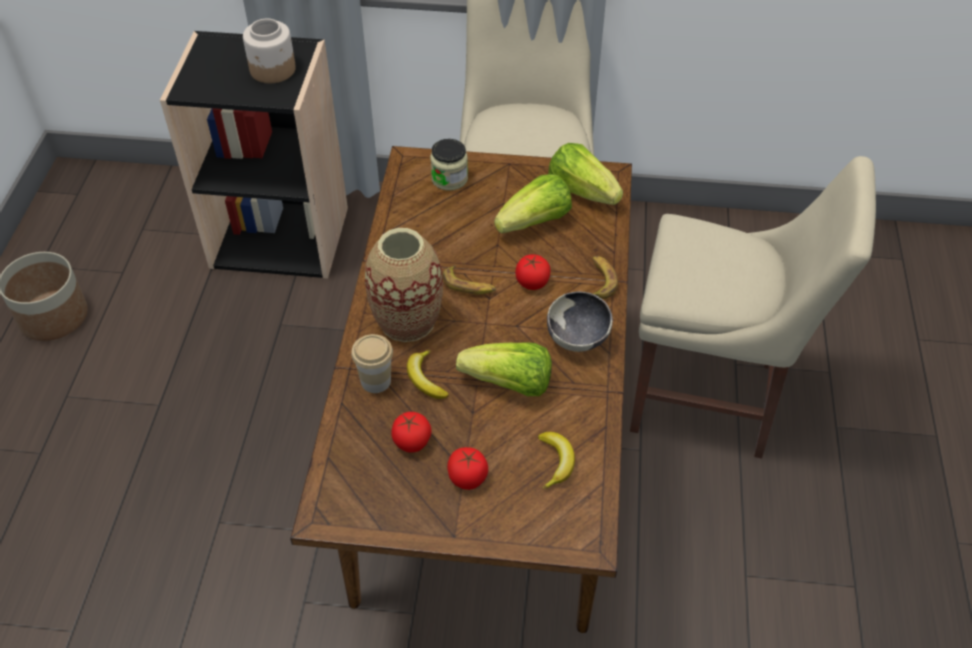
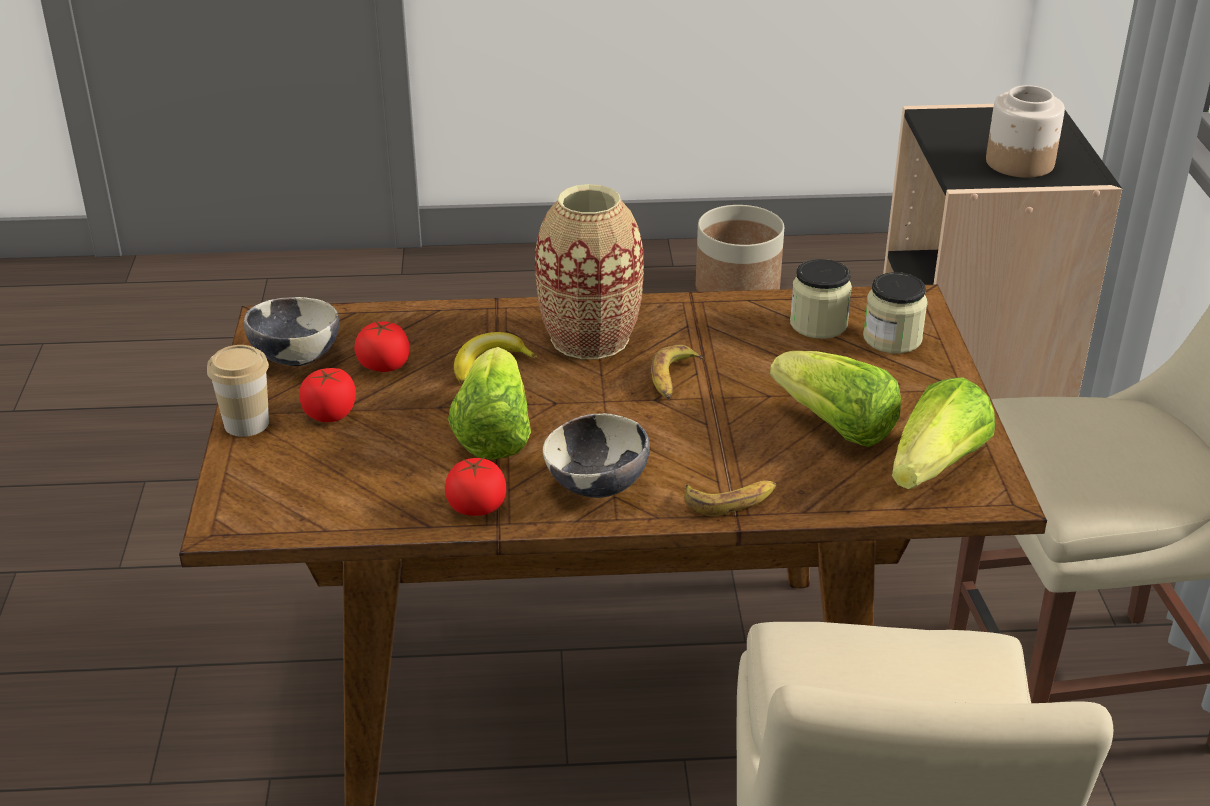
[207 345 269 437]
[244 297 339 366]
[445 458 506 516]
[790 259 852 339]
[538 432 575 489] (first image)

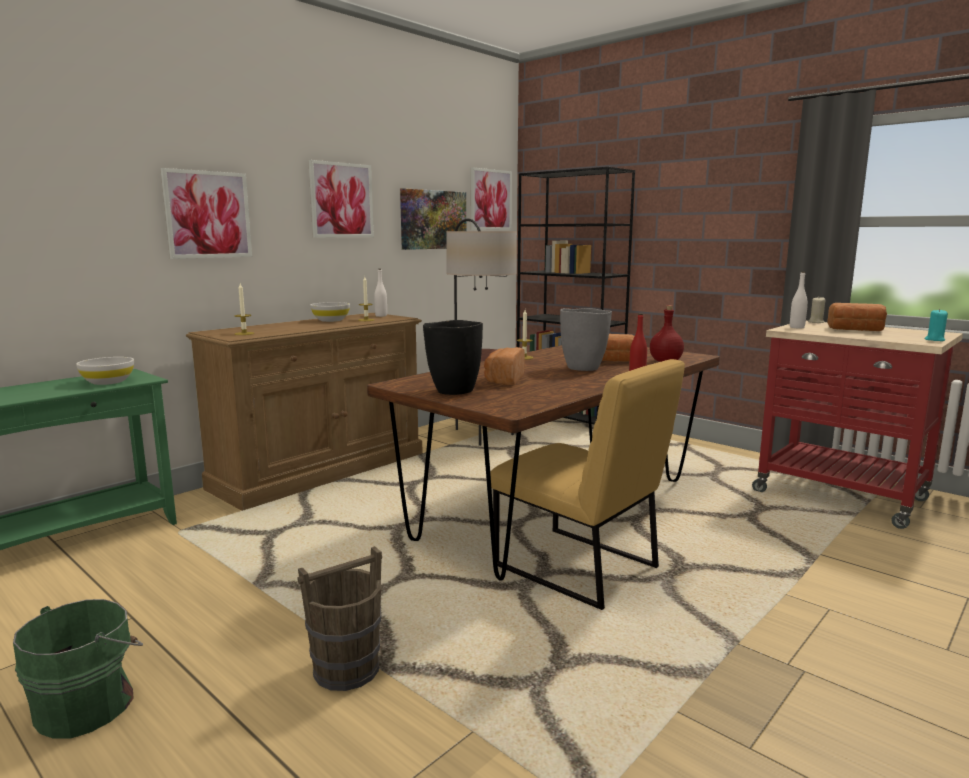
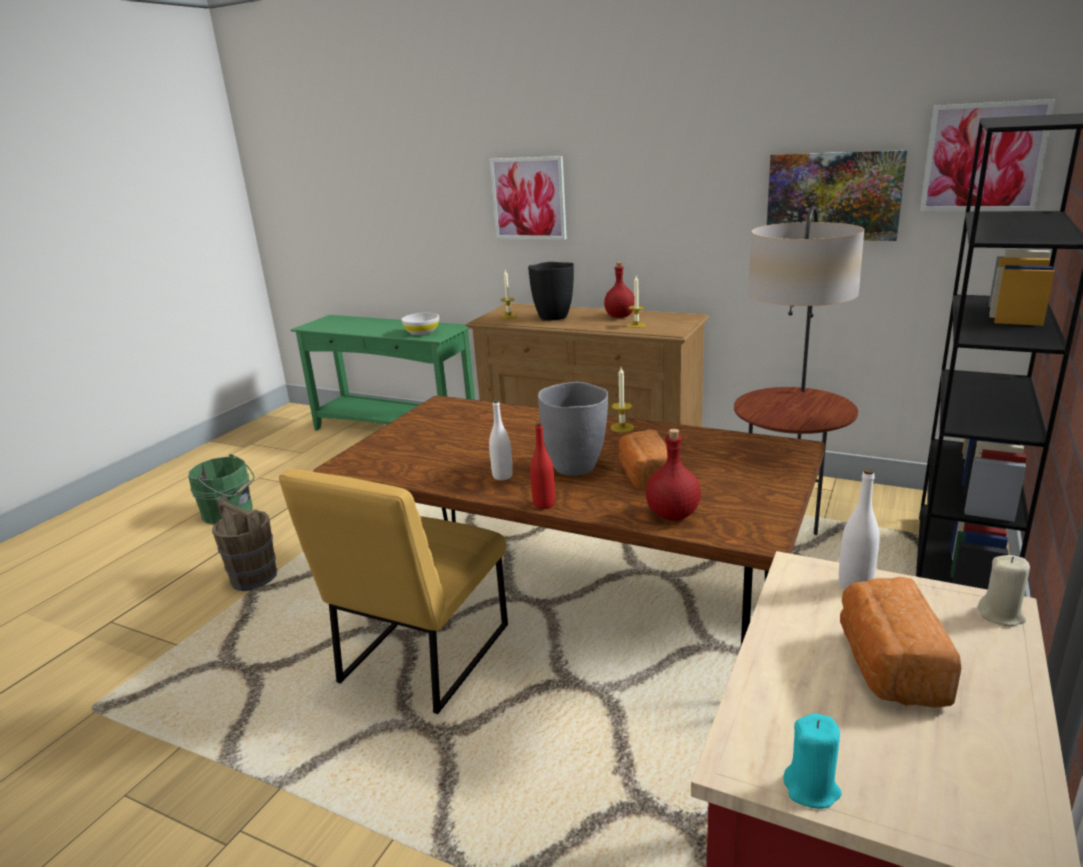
[489 400 513 480]
[528 262 574 320]
[604 262 635 318]
[308 160 374 237] (first image)
[484 347 525 385] (first image)

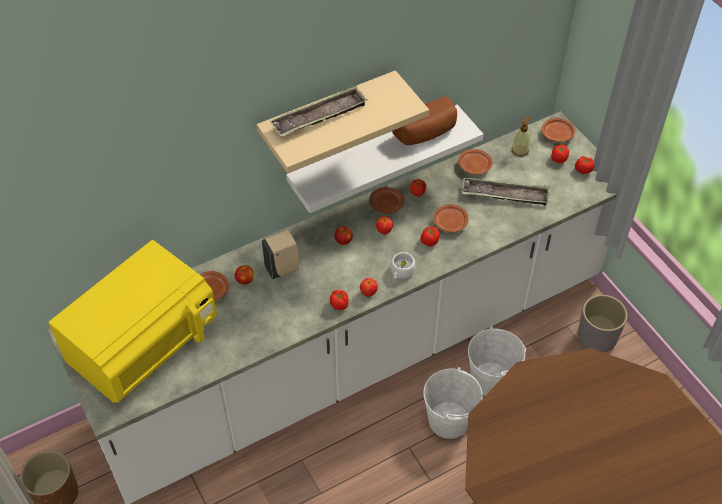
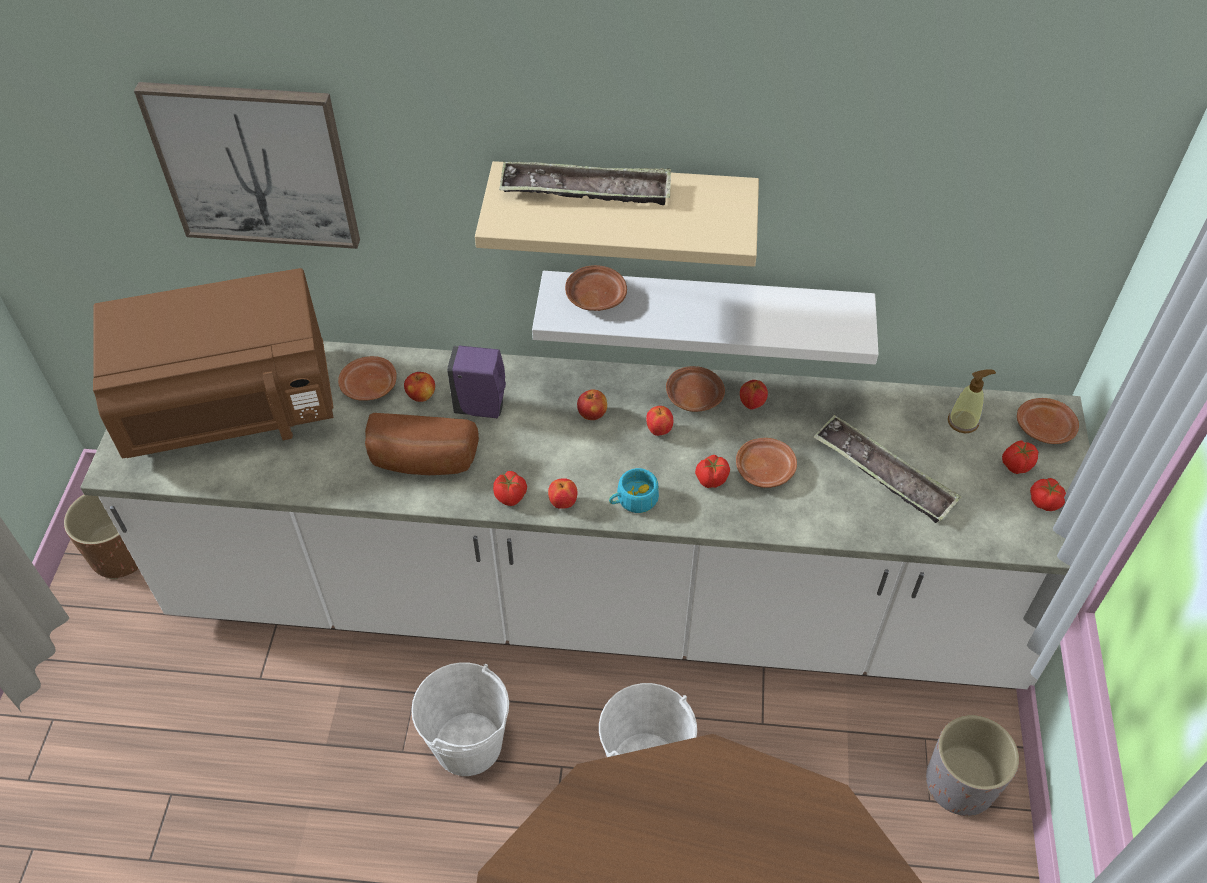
[93 268 334 458]
[134 82 360 249]
[365 413 479 475]
[411 663 509 776]
[447 345 506 418]
[565 265 627 311]
[609 468 659 513]

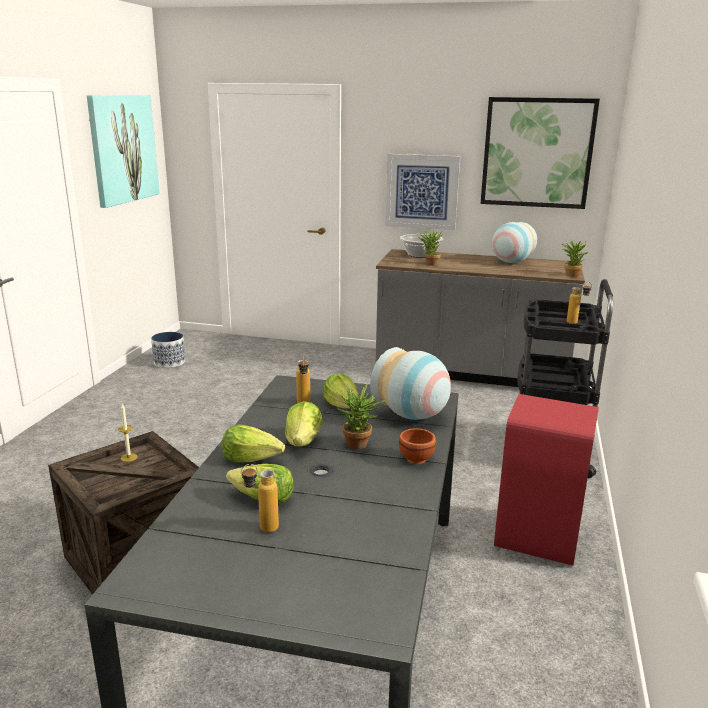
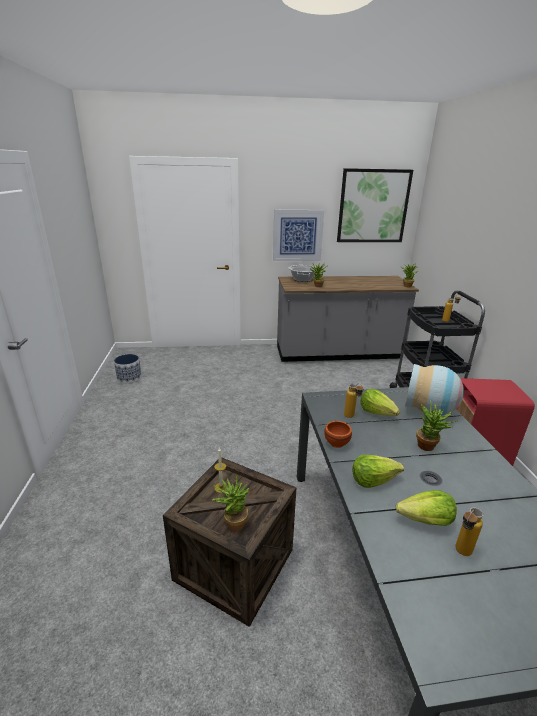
[212 475 249 531]
[324 421 352 448]
[87 95 160 208] (first image)
[285 401 322 447] (first image)
[492 222 537 263] (first image)

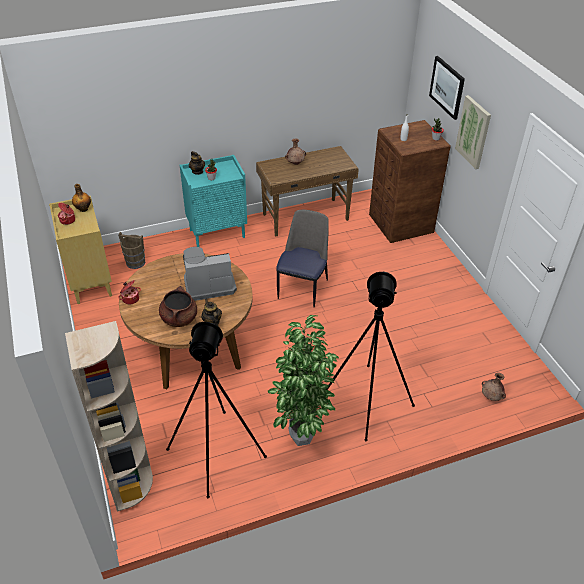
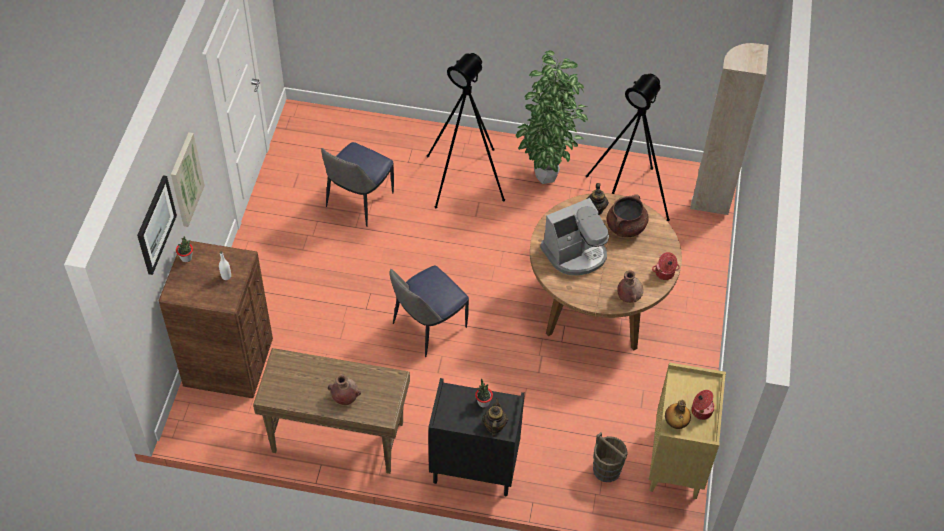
[321 142 394 227]
[428 378 525 497]
[540 198 609 275]
[617 271 643 303]

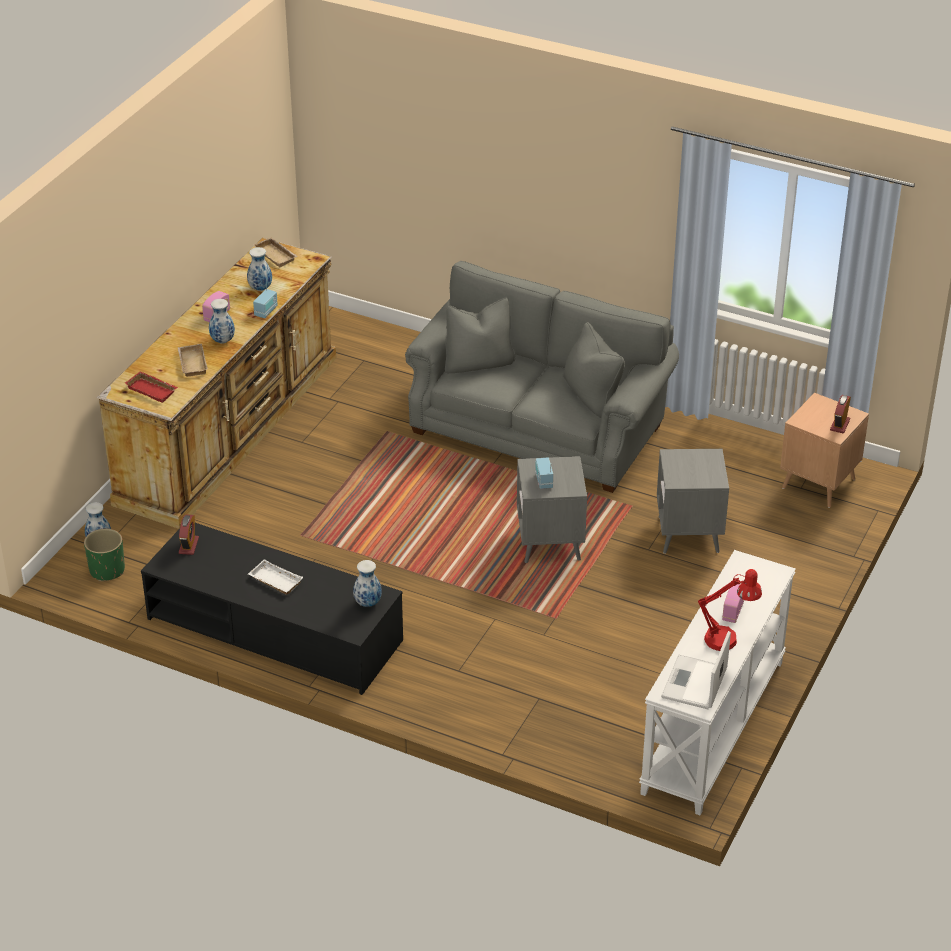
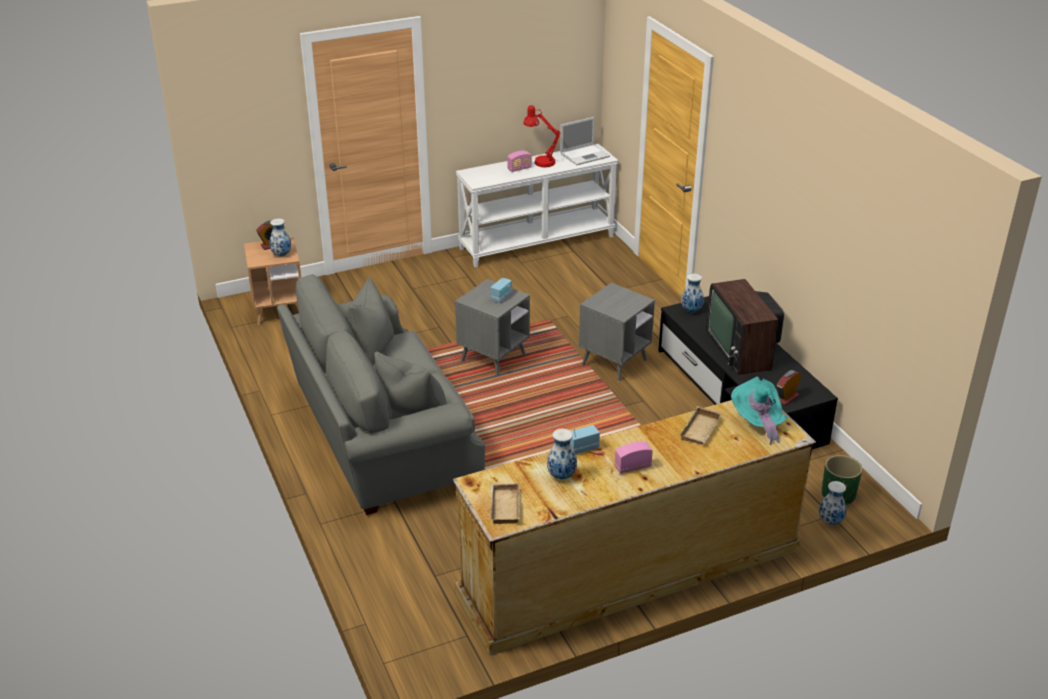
[269 218 291 257]
[579 283 655 382]
[706 279 784 376]
[731 377 787 445]

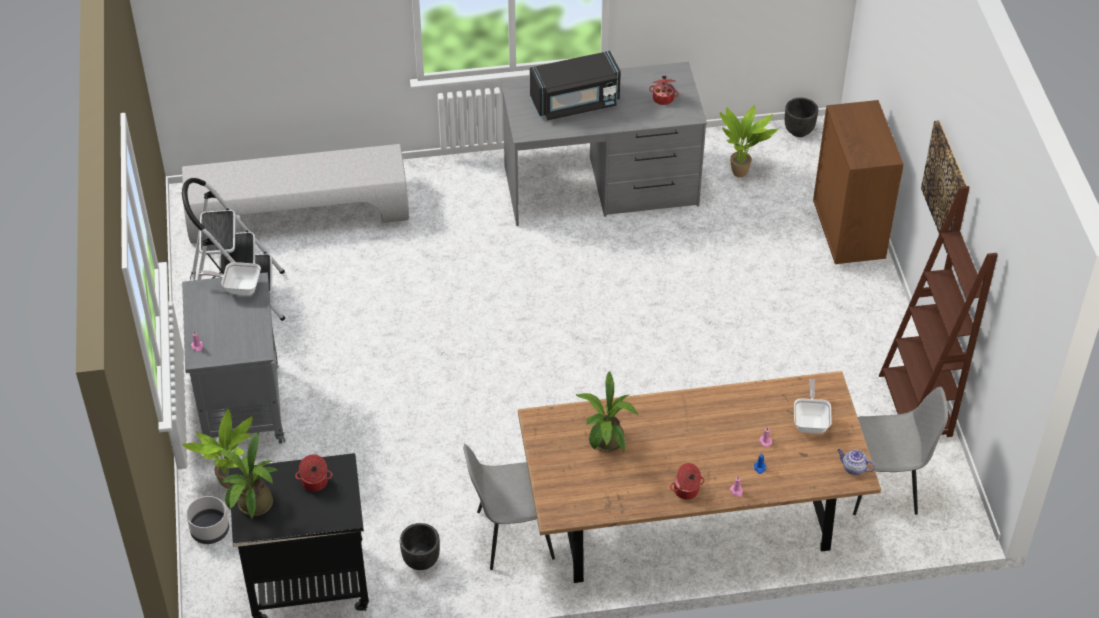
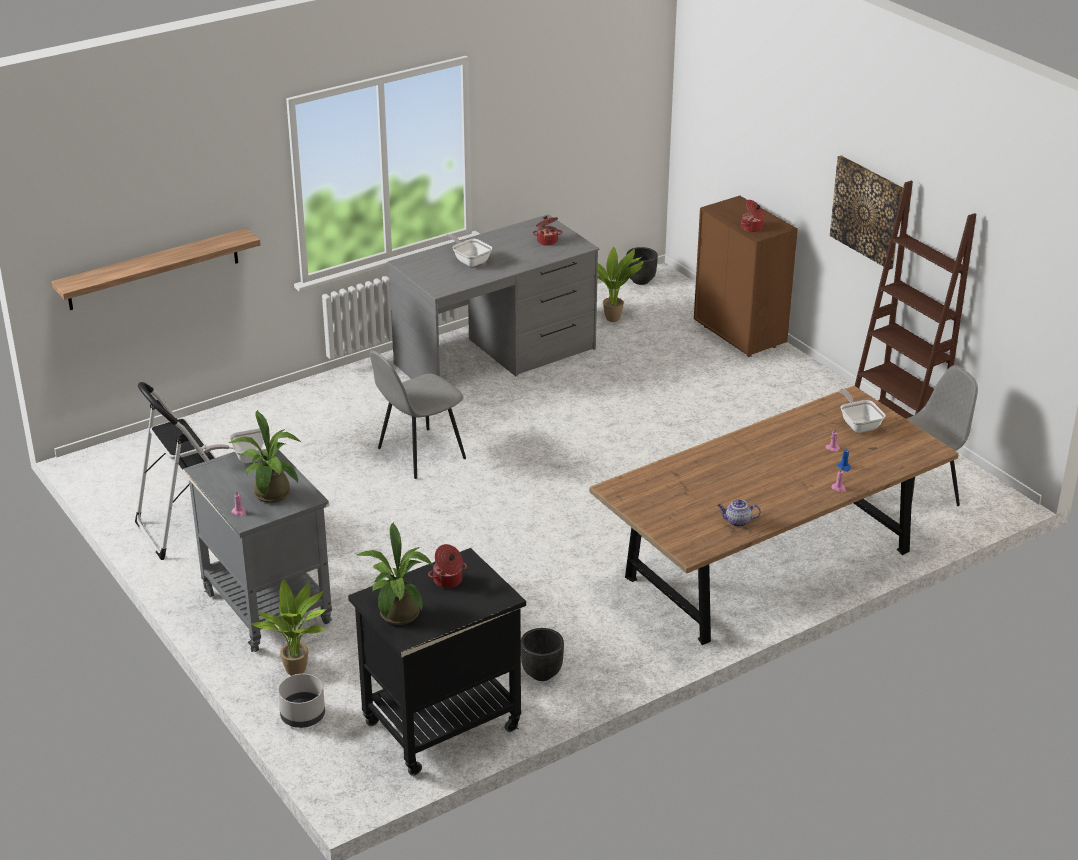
[52 228 261 310]
[228 410 302 503]
[370 350 466 479]
[445 234 492 267]
[718 499 761 527]
[741 200 764 232]
[182 144 409 243] (first image)

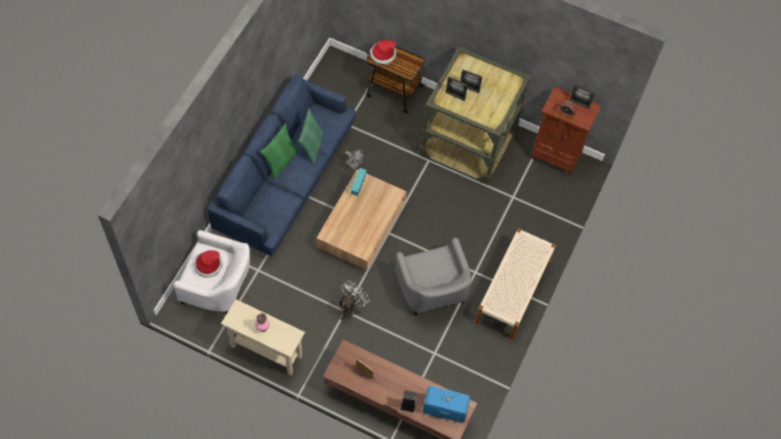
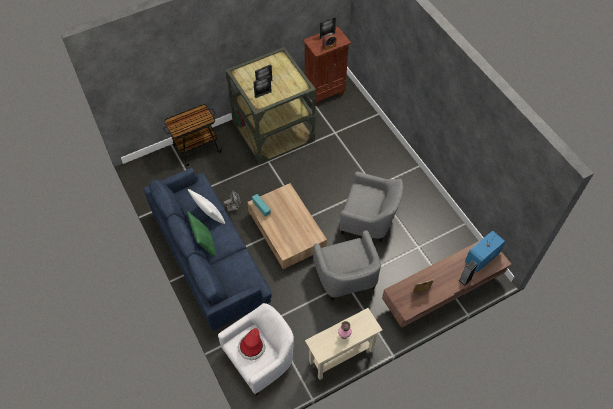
[188 189 225 224]
[313 230 381 301]
[370 40 396 65] (first image)
[475 228 556 341] (first image)

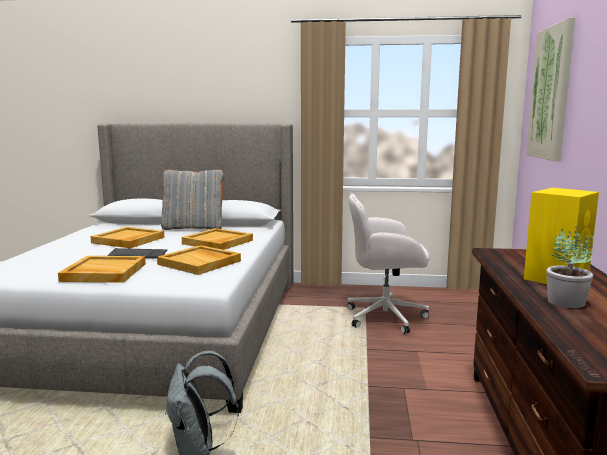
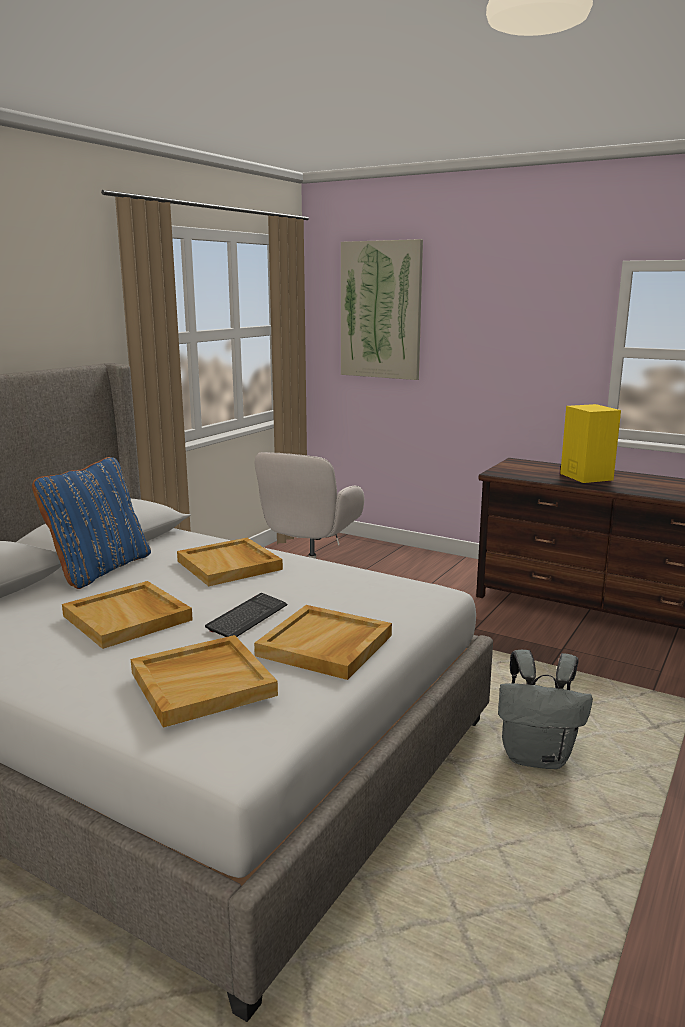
[32 457 151 589]
[131 635 278 728]
[546 226 593 308] (first image)

